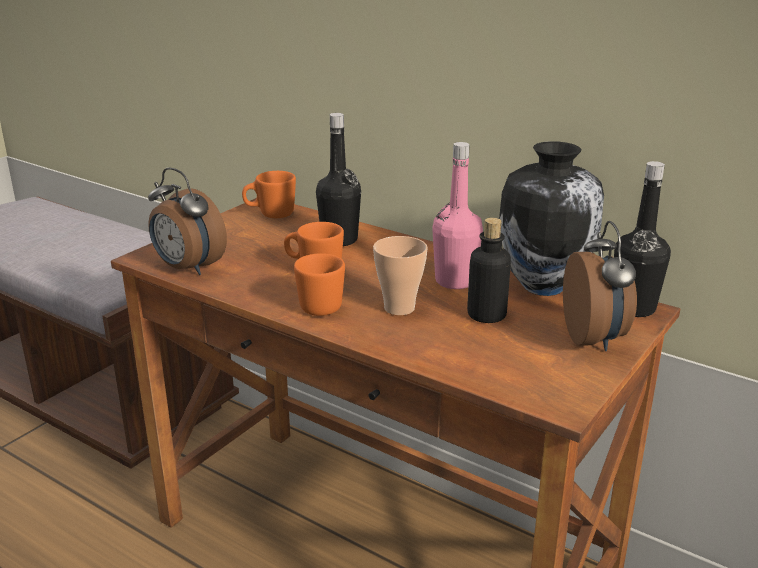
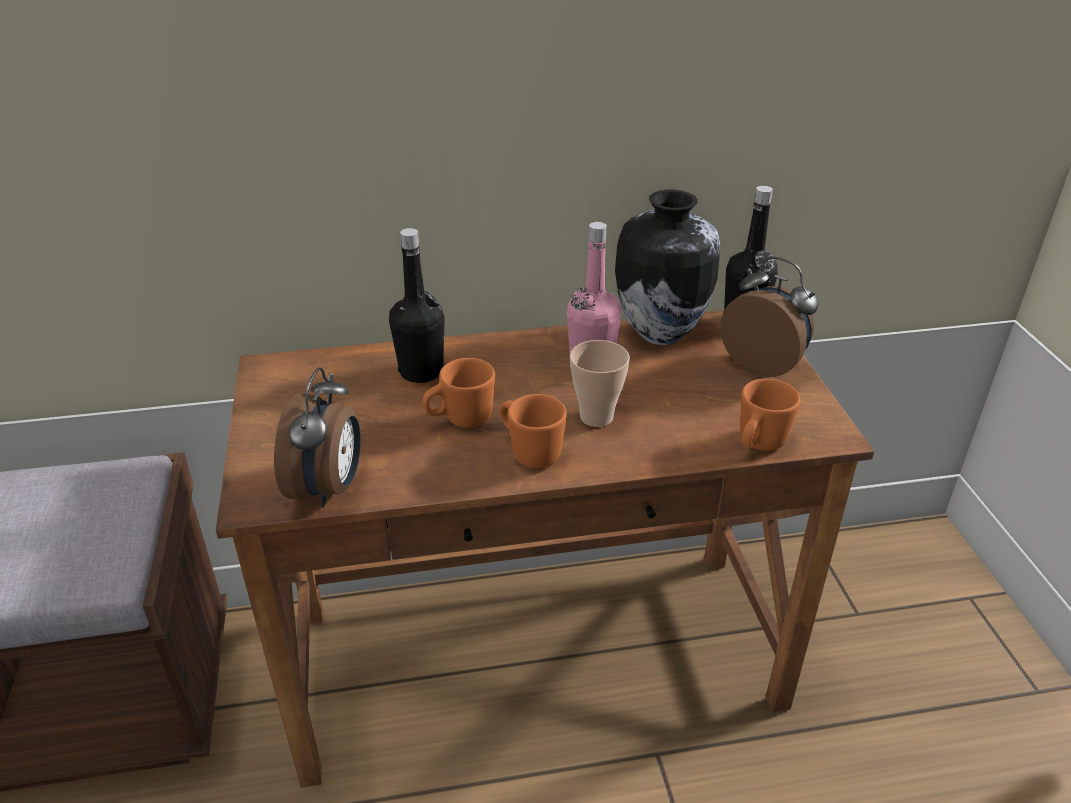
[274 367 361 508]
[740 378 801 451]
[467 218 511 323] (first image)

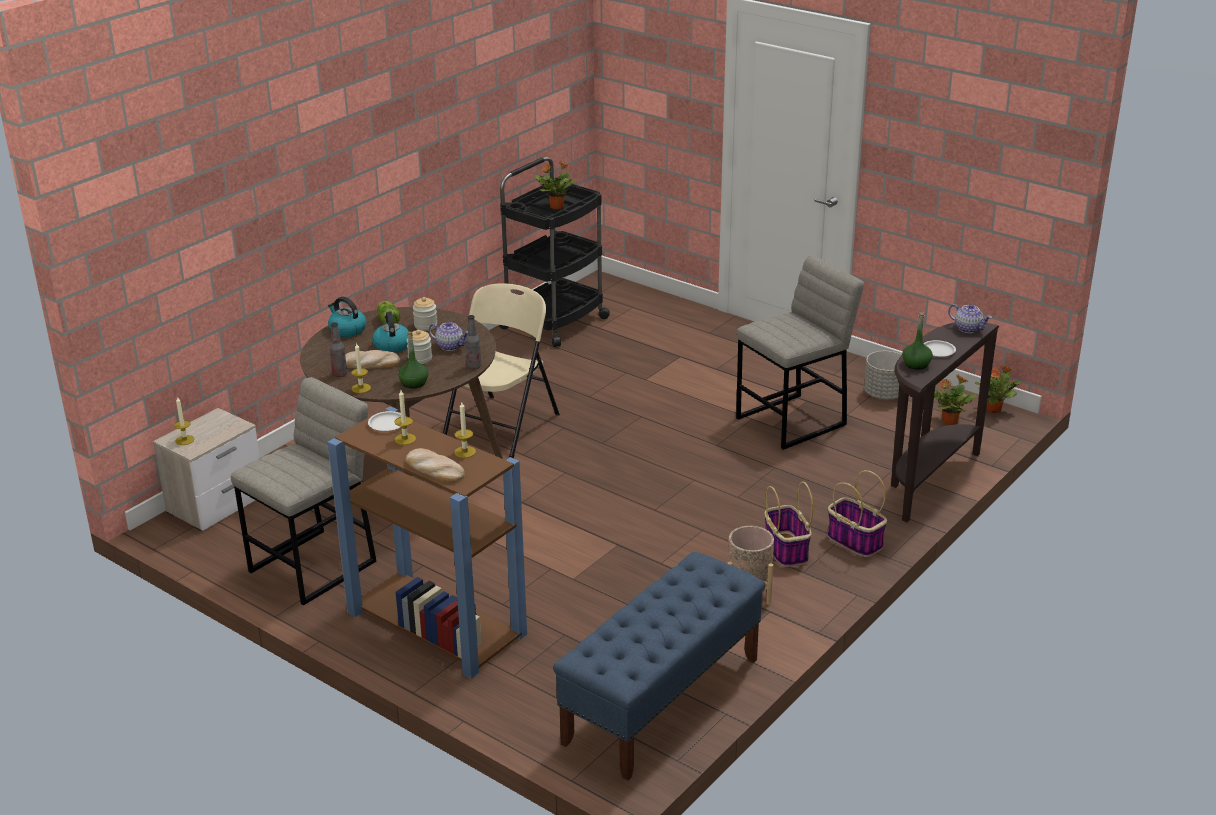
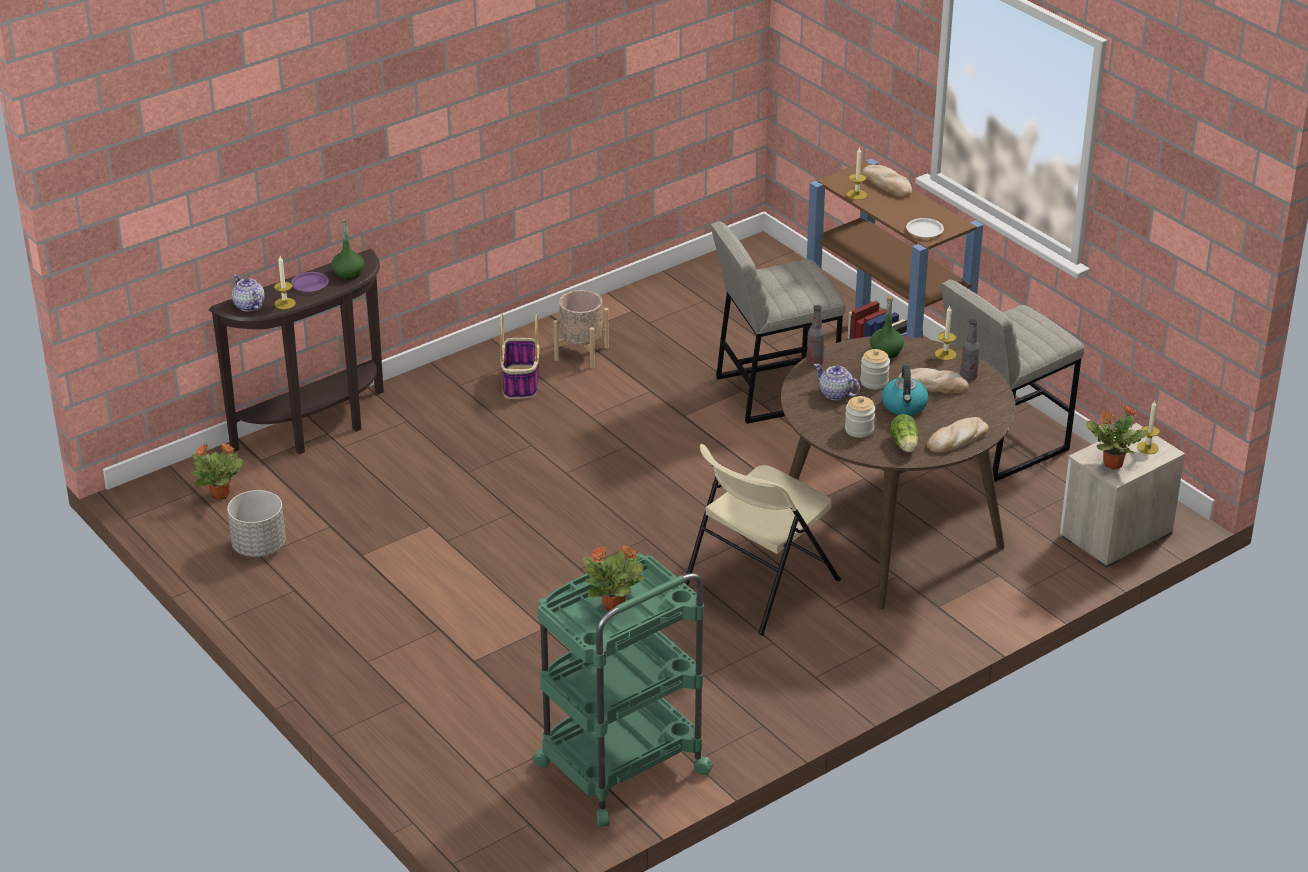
[274 256 295 309]
[291 272 329 292]
[533 554 713 827]
[710 221 845 424]
[927 417 989 452]
[1086 404 1148 469]
[553 552 766 781] (first image)
[828 470 887 557] (first image)

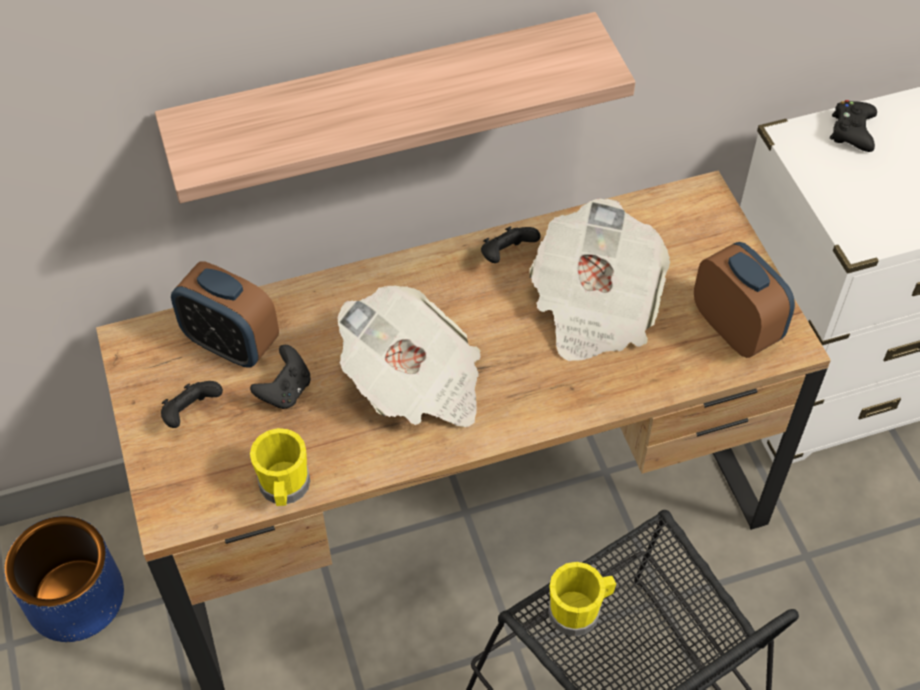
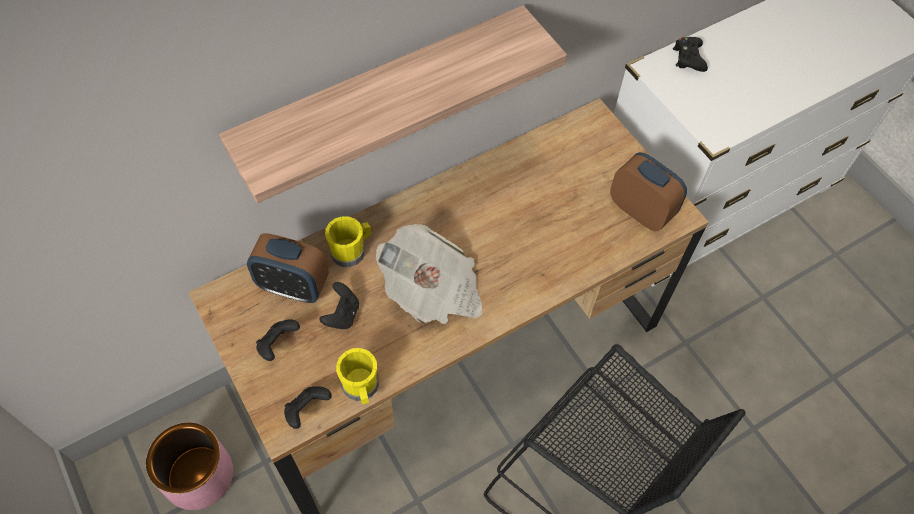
[146 422 233 510]
[284 386 332 429]
[325 216 371 267]
[529 199 670 361] (first image)

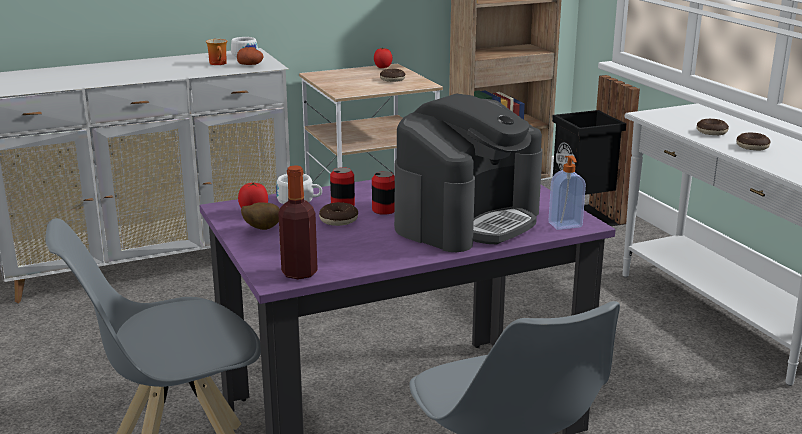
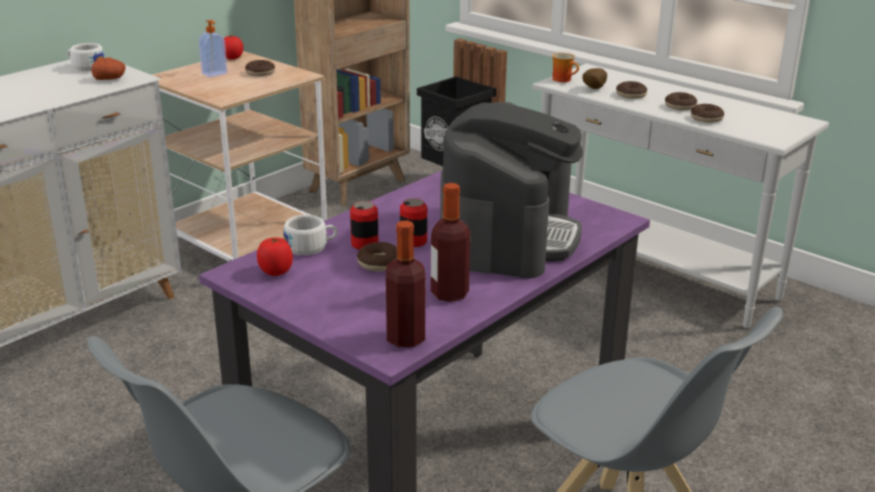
[199 20 227 77]
[431 183 470 302]
[552 53 579 82]
[582 68 607 89]
[691 104 724 123]

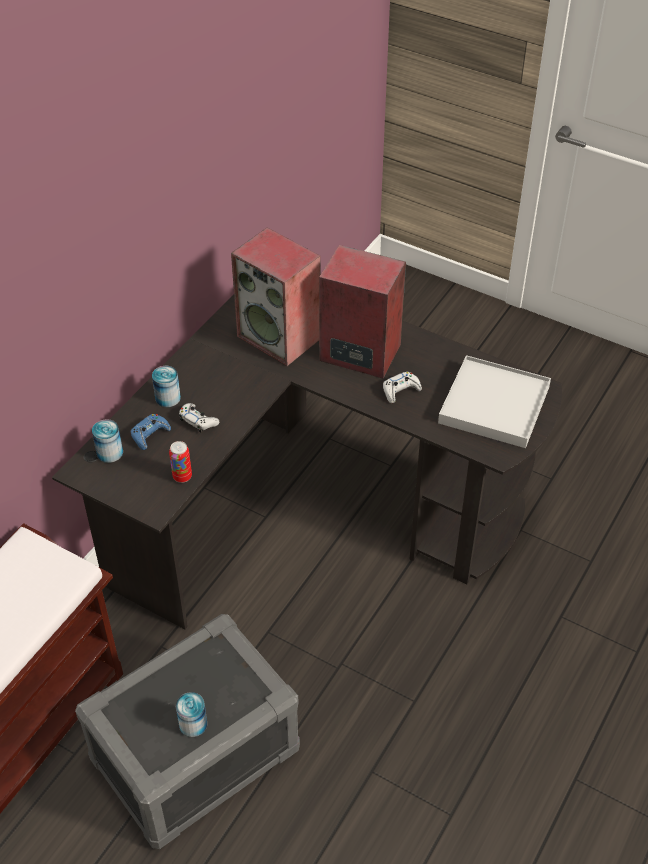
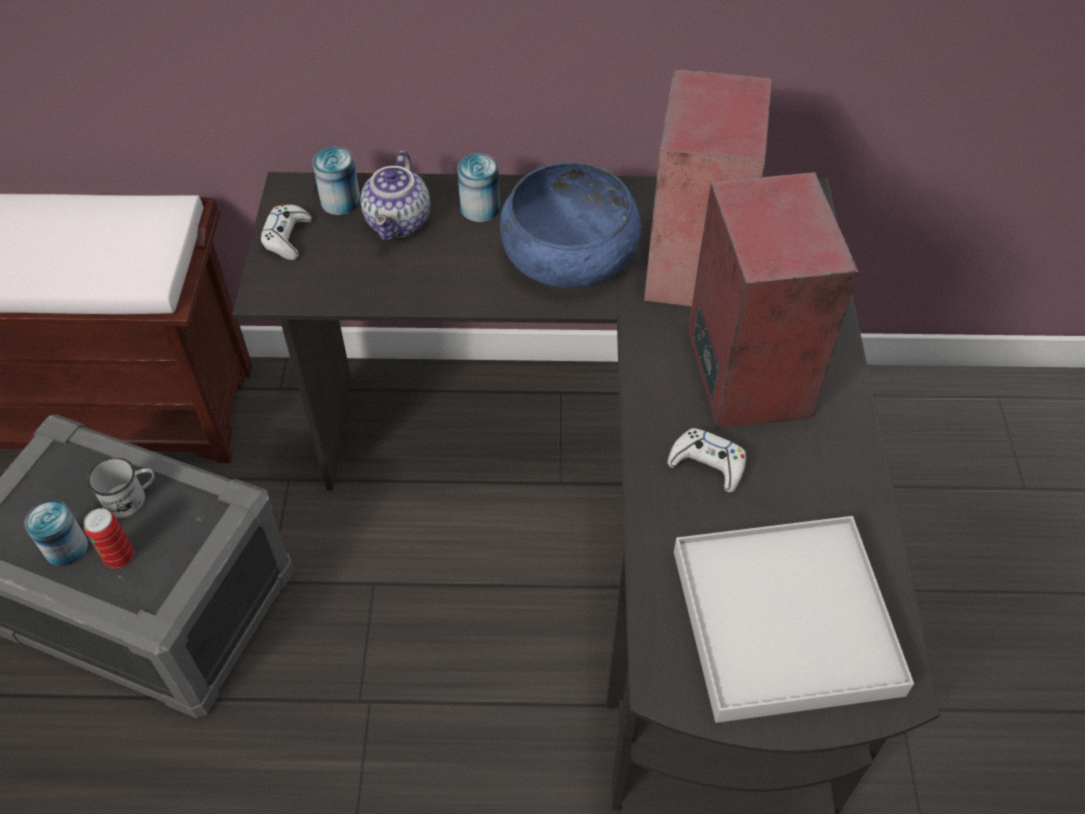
[84 508 134 568]
[88 457 155 518]
[259 204 312 260]
[361 150 430 241]
[500 162 641 288]

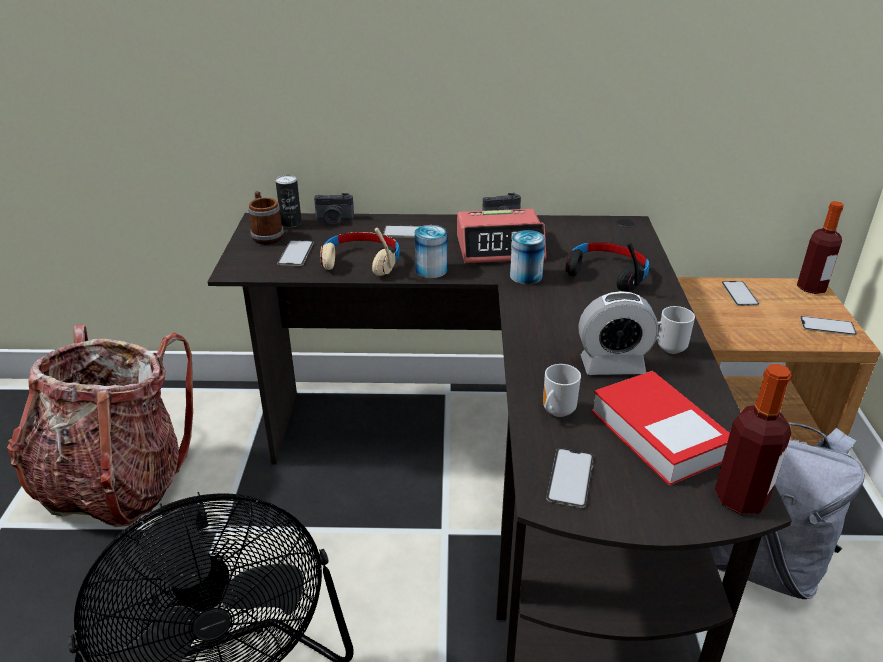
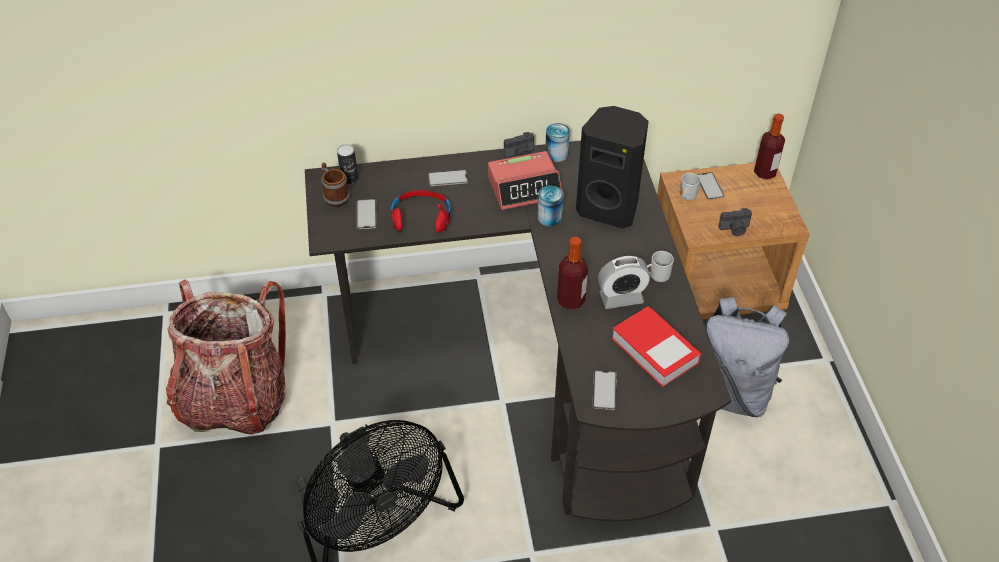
[391 190 451 233]
[545 123 570 162]
[557 237 588 310]
[576 106 649 229]
[680 173 701 200]
[718 208 752 236]
[800 316 857 336] (first image)

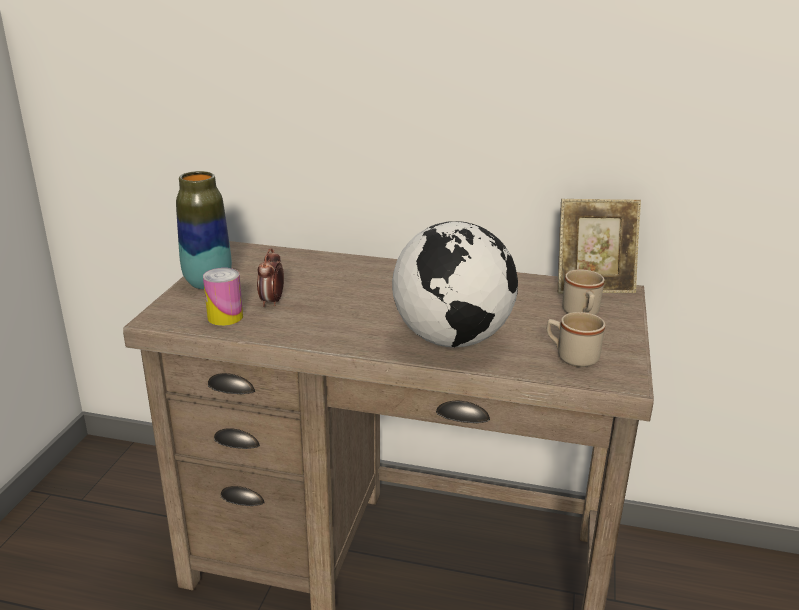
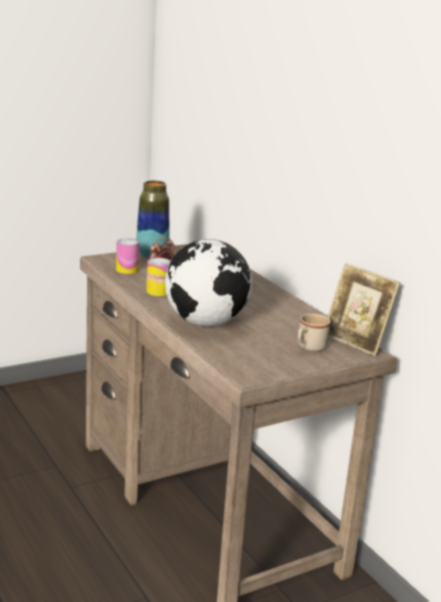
[146 258 170 296]
[547 312 605 367] (first image)

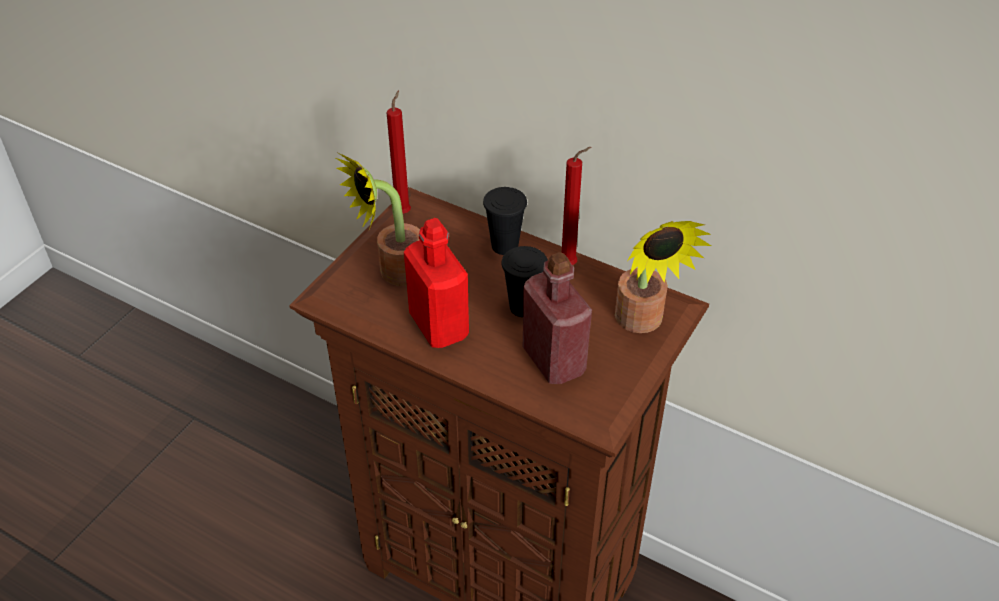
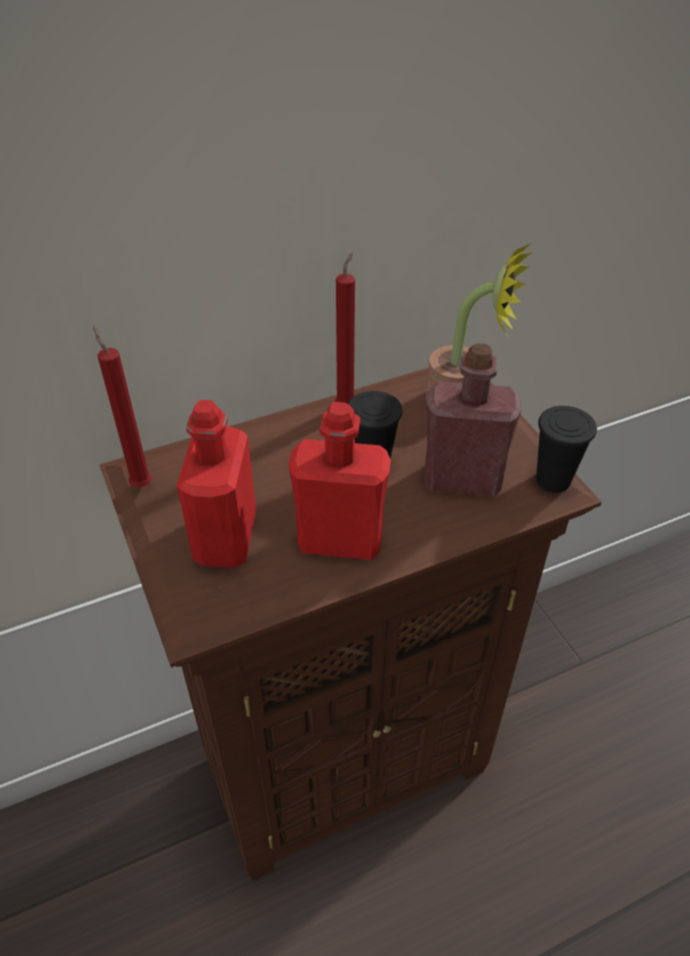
[177 400 256 568]
[536 406 597 493]

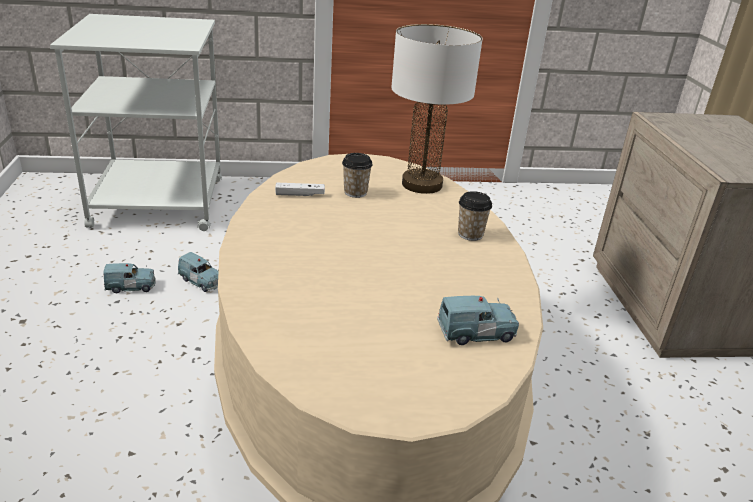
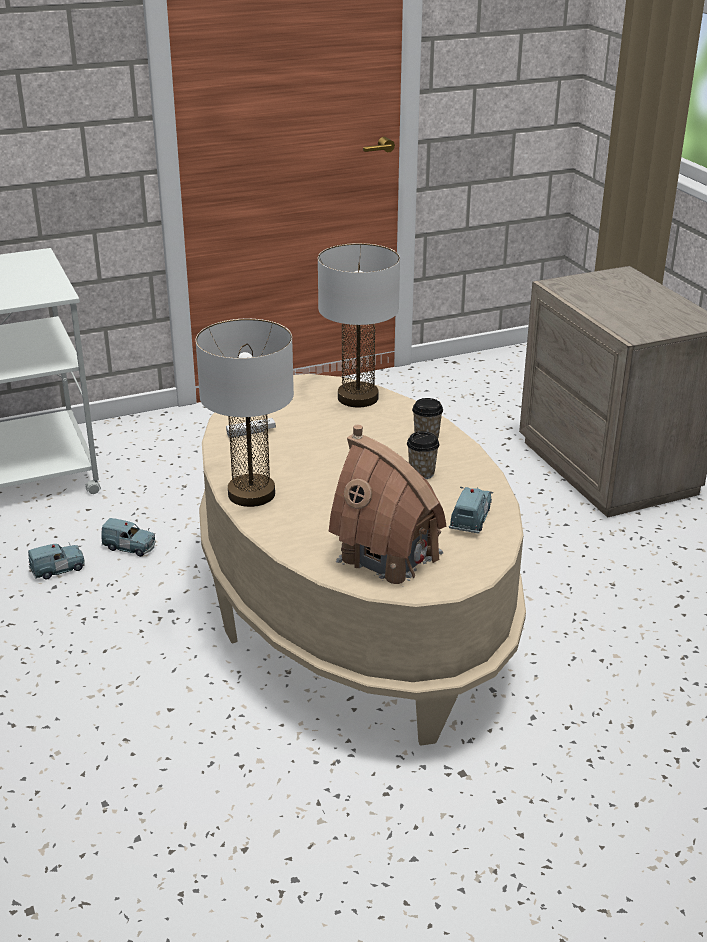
[196 319 294 507]
[329 425 447 587]
[407 431 439 479]
[449 487 493 533]

